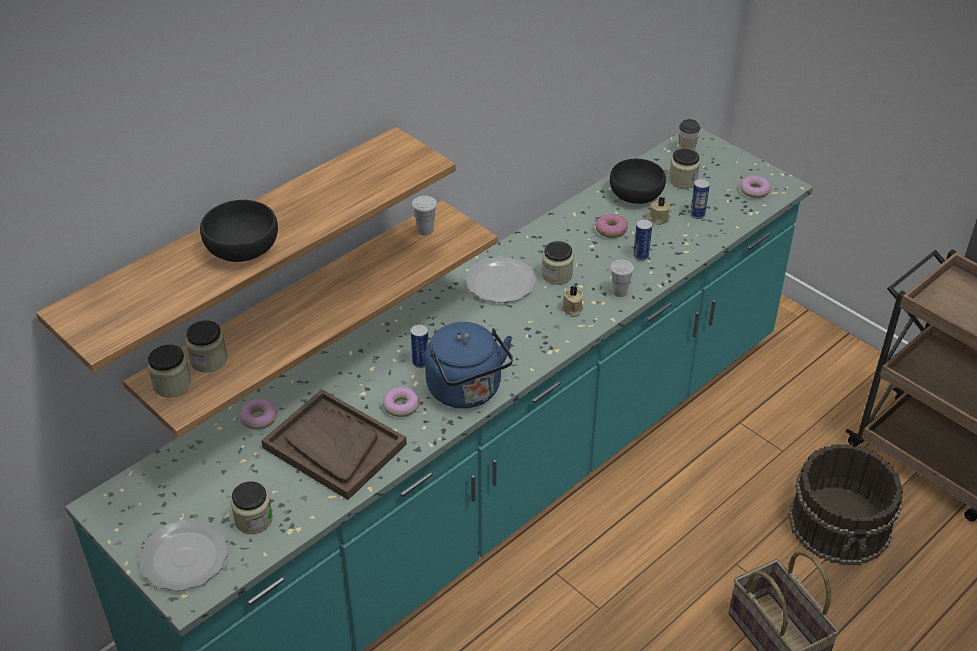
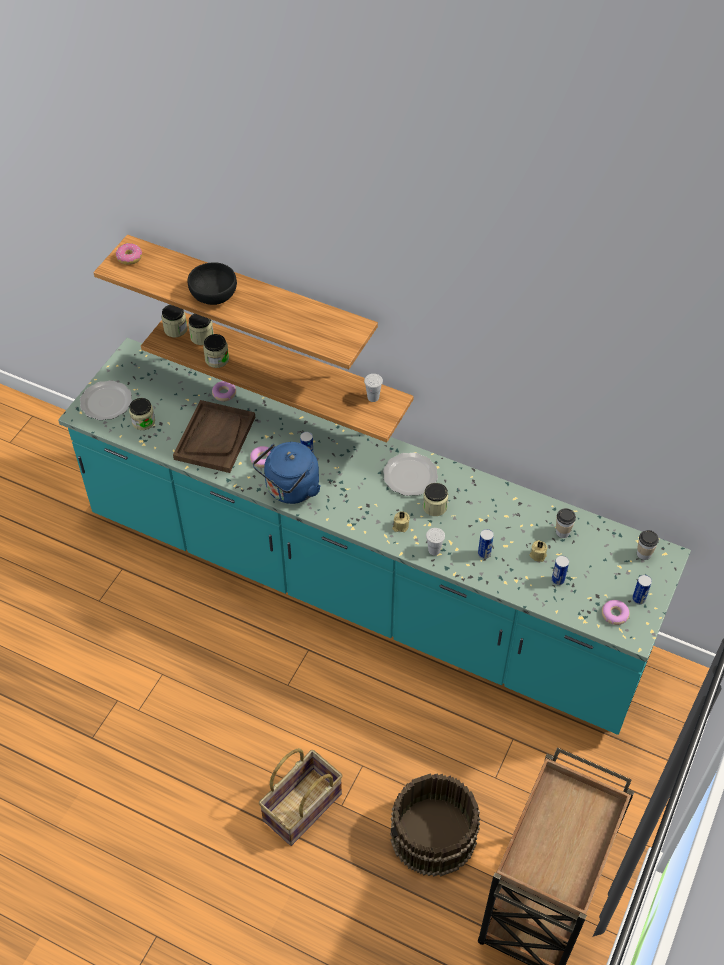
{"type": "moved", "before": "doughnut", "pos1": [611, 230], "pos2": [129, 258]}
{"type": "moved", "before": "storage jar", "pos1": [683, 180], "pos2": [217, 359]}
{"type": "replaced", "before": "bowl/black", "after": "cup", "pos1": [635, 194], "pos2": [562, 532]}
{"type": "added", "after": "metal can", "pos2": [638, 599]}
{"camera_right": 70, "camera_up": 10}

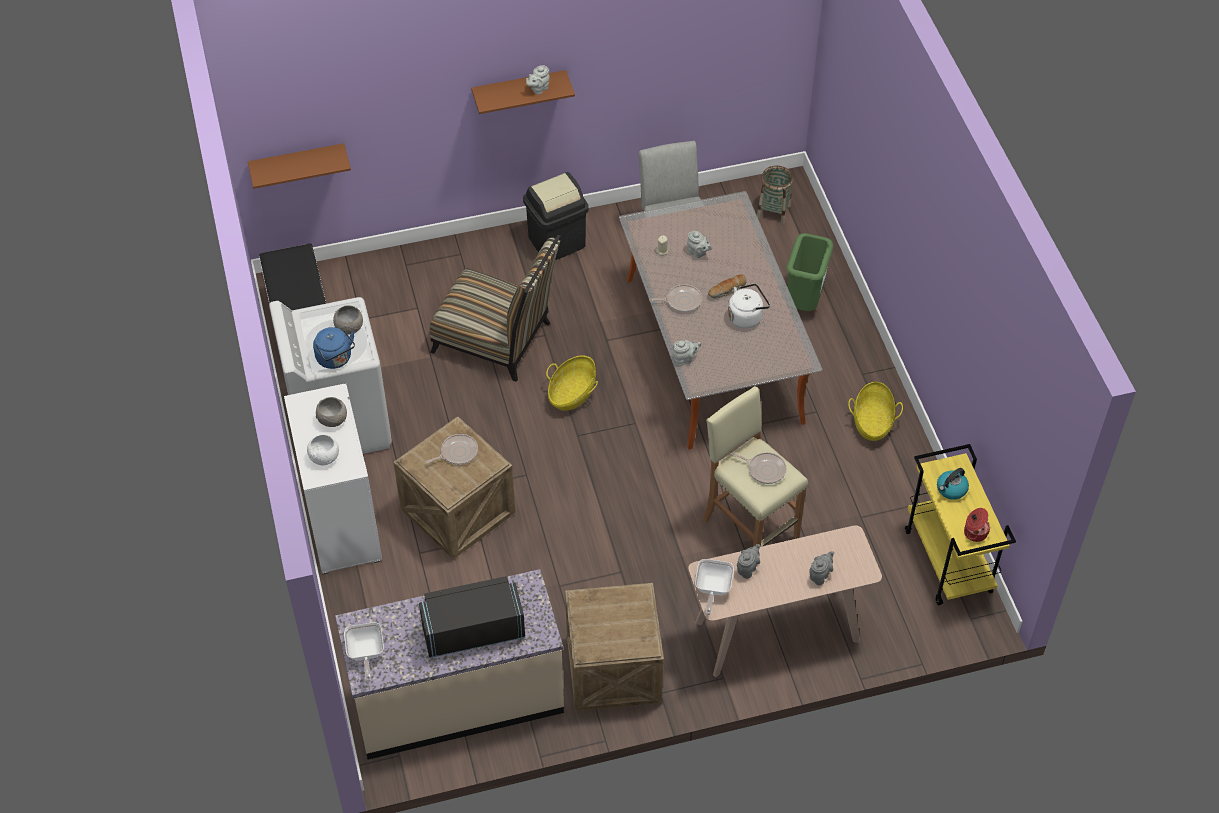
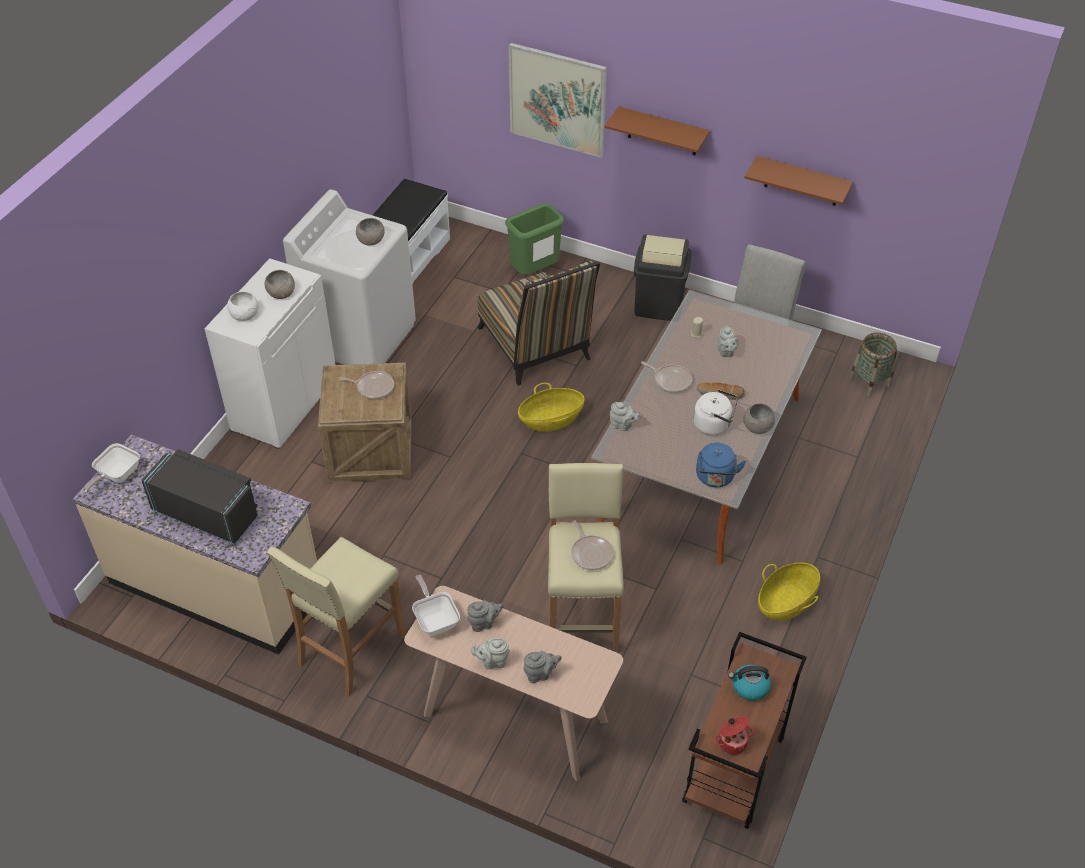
{"type": "replaced", "before": "shipping crate", "after": "stool/beige-coloured", "pos1": [612, 671], "pos2": [350, 650]}
{"type": "turned", "before": "skillet", "pos1": [712, 589], "pos2": [435, 619], "turn": 105}
{"type": "moved", "before": "pot for tea/gray", "pos1": [538, 89], "pos2": [492, 661]}
{"type": "moved", "before": "waste bin/greenish", "pos1": [805, 303], "pos2": [535, 273]}
{"type": "added", "after": "wall picture", "pos2": [557, 99]}
{"type": "recoloured", "before": "cart/yellow-coloured", "after": "cart/brown-coloured", "pos1": [949, 562], "pos2": [734, 771]}
{"type": "moved", "before": "tea kettle/bluish", "pos1": [335, 359], "pos2": [715, 478]}
{"type": "added", "after": "bowl/gray", "pos2": [757, 427]}
{"type": "moved", "before": "shelf/brown-coloured", "pos1": [298, 163], "pos2": [802, 182]}
{"camera_right": 40, "camera_up": -5}

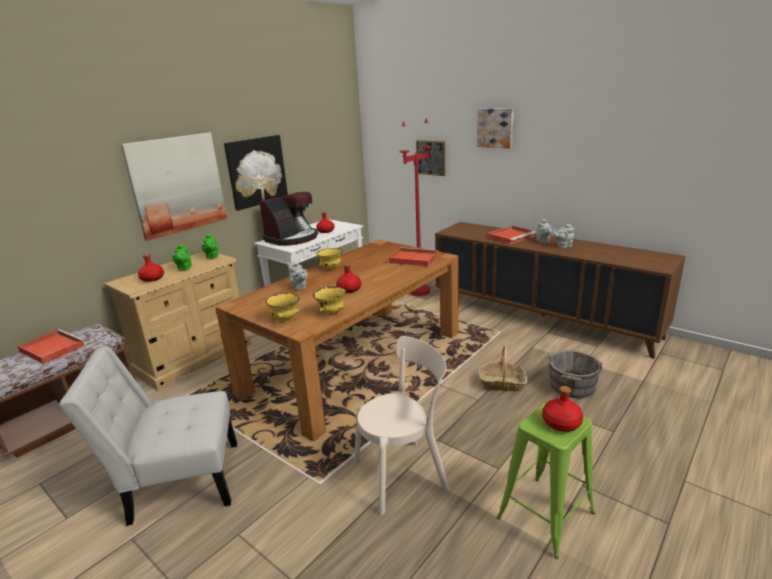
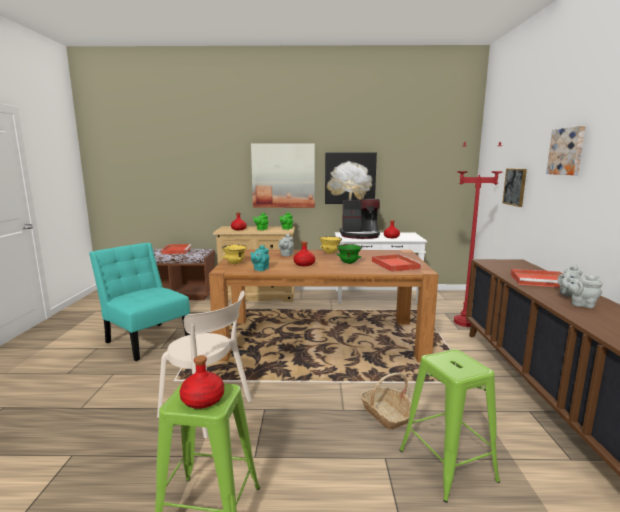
{"type": "recoloured", "before": "chair/white", "after": "chair/turquoise-coloured", "pos1": [178, 482], "pos2": [146, 339]}
{"type": "replaced", "before": "bowl/yellow-coloured", "after": "pot for tea/turquoise-coloured", "pos1": [331, 312], "pos2": [260, 269]}
{"type": "added", "after": "bowl/greenish", "pos2": [348, 263]}
{"type": "replaced", "before": "water bucket/gray", "after": "stool/greenish", "pos1": [572, 387], "pos2": [446, 464]}
{"camera_right": 50, "camera_up": -10}

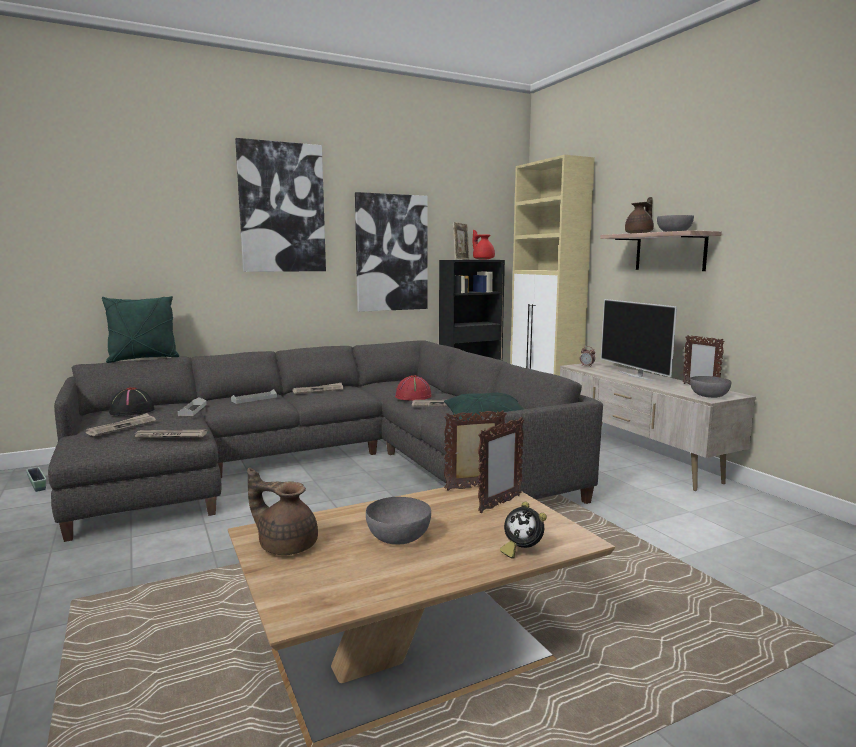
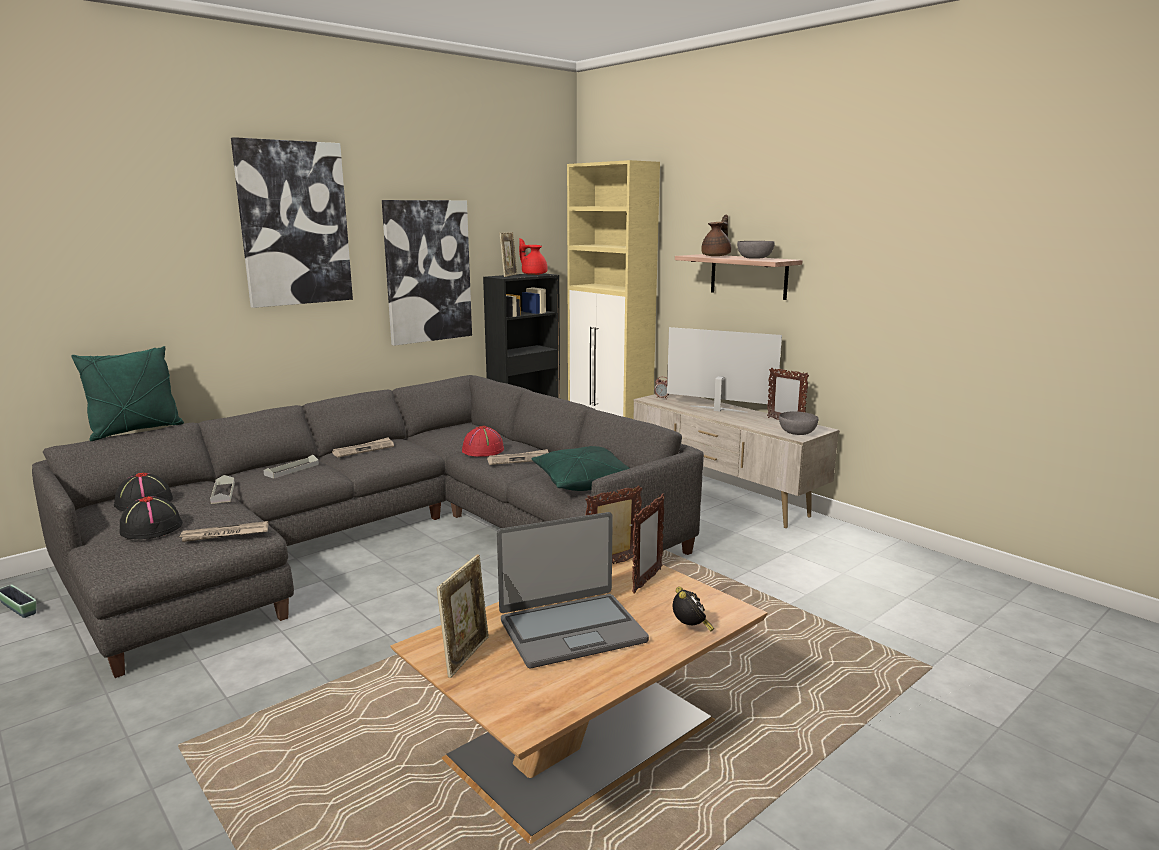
{"type": "replaced", "before": "daily paper", "after": "clothing hat/black", "pos1": [122, 427], "pos2": [151, 528]}
{"type": "replaced", "before": "pot for tea/brown-coloured", "after": "photo frame", "pos1": [286, 545], "pos2": [466, 655]}
{"type": "replaced", "before": "bowl/gray", "after": "laptop", "pos1": [399, 537], "pos2": [571, 630]}
{"type": "turned", "before": "TV", "pos1": [636, 376], "pos2": [718, 409], "turn": 150}
{"type": "turned", "before": "table clock", "pos1": [521, 551], "pos2": [690, 629], "turn": -120}
{"camera_right": -15, "camera_up": 5}

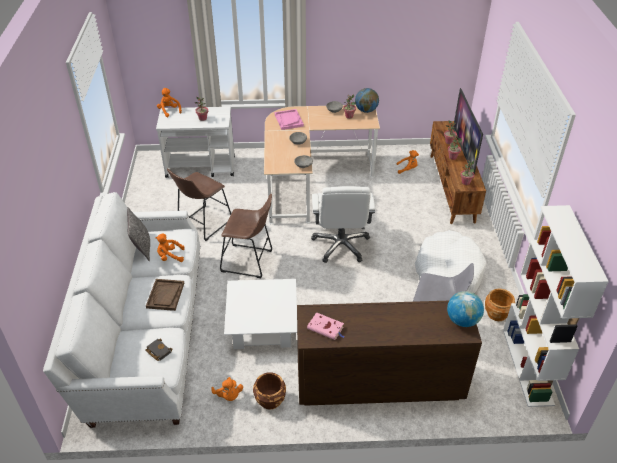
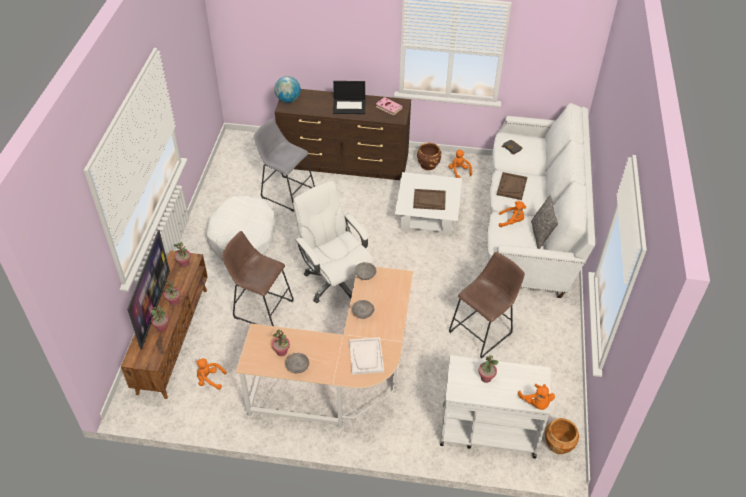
{"type": "moved", "before": "stool/brown-coloured", "pos1": [250, 262], "pos2": [260, 308]}
{"type": "turned", "before": "office chair/white", "pos1": [341, 245], "pos2": [334, 282], "turn": -45}
{"type": "added", "after": "laptop", "pos2": [349, 106]}
{"type": "recoloured", "before": "serving tray/pink-coloured", "after": "serving tray/white", "pos1": [288, 120], "pos2": [366, 357]}
{"type": "added", "after": "serving tray/brown-coloured", "pos2": [429, 200]}
{"type": "moved", "before": "planter/brown-coloured", "pos1": [497, 314], "pos2": [558, 444]}
{"type": "removed", "before": "desk globe", "pos1": [366, 110]}
{"type": "removed", "before": "bookshelf/white", "pos1": [528, 367]}
{"camera_right": -170, "camera_up": 5}

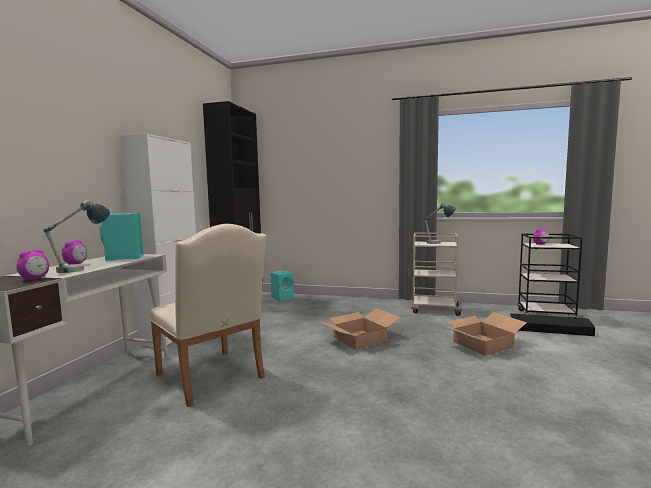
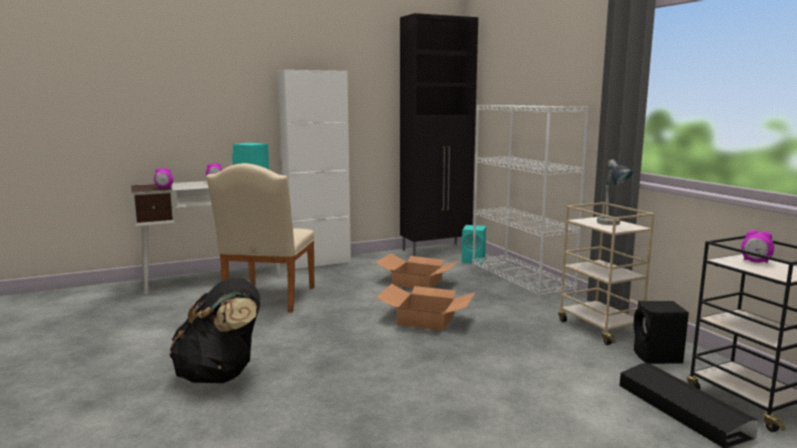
{"type": "added", "after": "backpack/black", "pos2": [221, 375]}
{"type": "moved", "before": "packing box", "pos1": [482, 344], "pos2": [418, 282]}
{"type": "added", "after": "bookshelf/white", "pos2": [521, 281]}
{"type": "added", "after": "audio speaker/black", "pos2": [657, 357]}
{"type": "removed", "before": "table lamp", "pos1": [82, 269]}
{"camera_right": 50, "camera_up": 5}

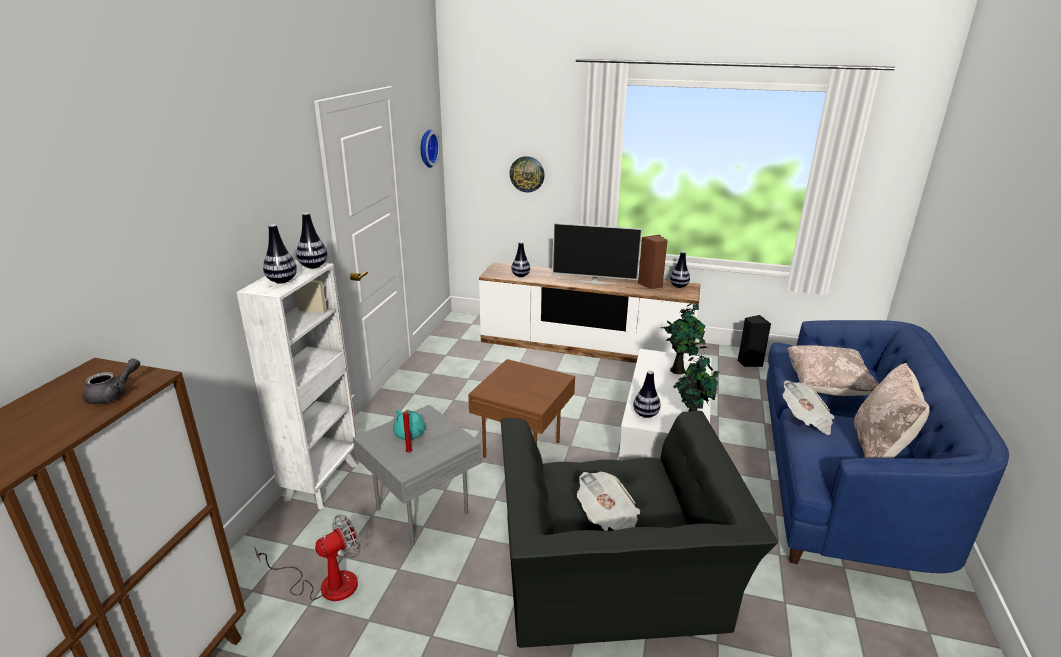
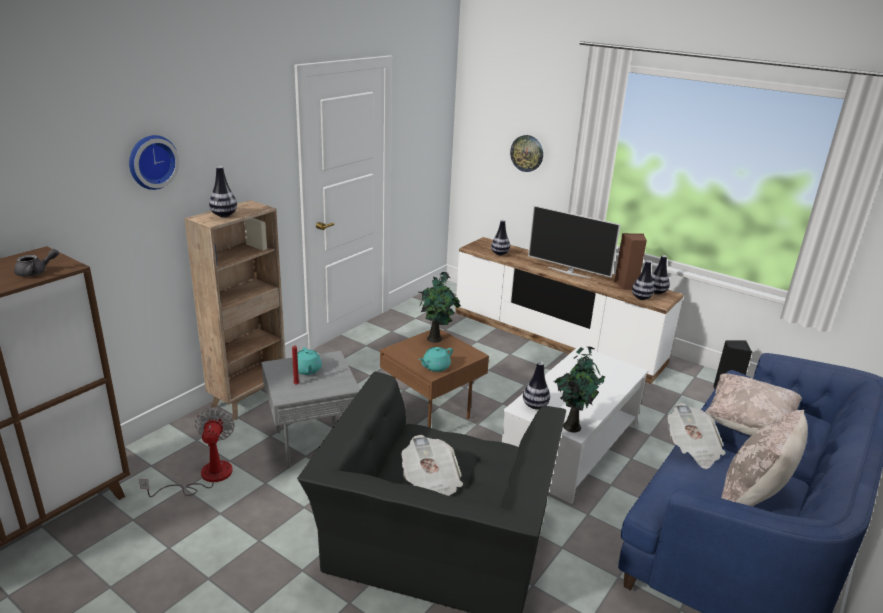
{"type": "moved", "before": "wall clock", "pos1": [426, 148], "pos2": [151, 161]}
{"type": "turned", "before": "fan", "pos1": [326, 584], "pos2": [205, 477], "turn": -75}
{"type": "recoloured", "before": "bookshelf/white", "after": "bookshelf/brown-coloured", "pos1": [323, 481], "pos2": [249, 398]}
{"type": "moved", "before": "houseplant", "pos1": [679, 370], "pos2": [436, 339]}
{"type": "added", "after": "pot for tea/turquoise-coloured", "pos2": [435, 367]}
{"type": "moved", "before": "flower vase", "pos1": [313, 266], "pos2": [641, 298]}
{"camera_right": 20, "camera_up": 0}

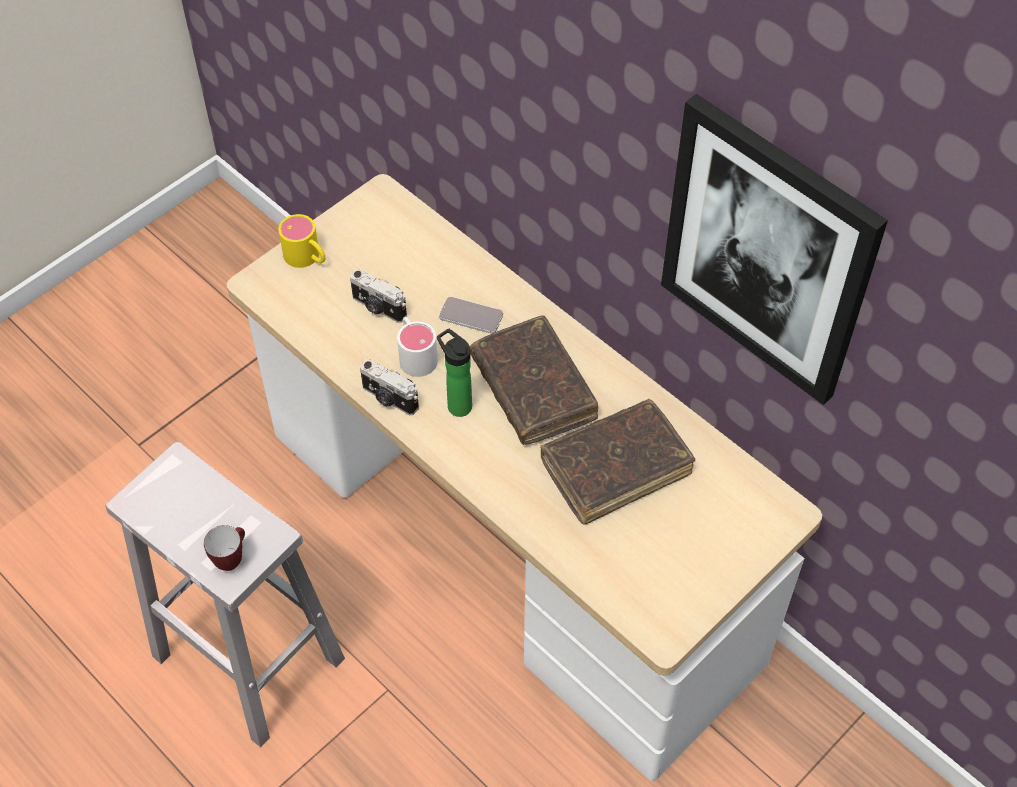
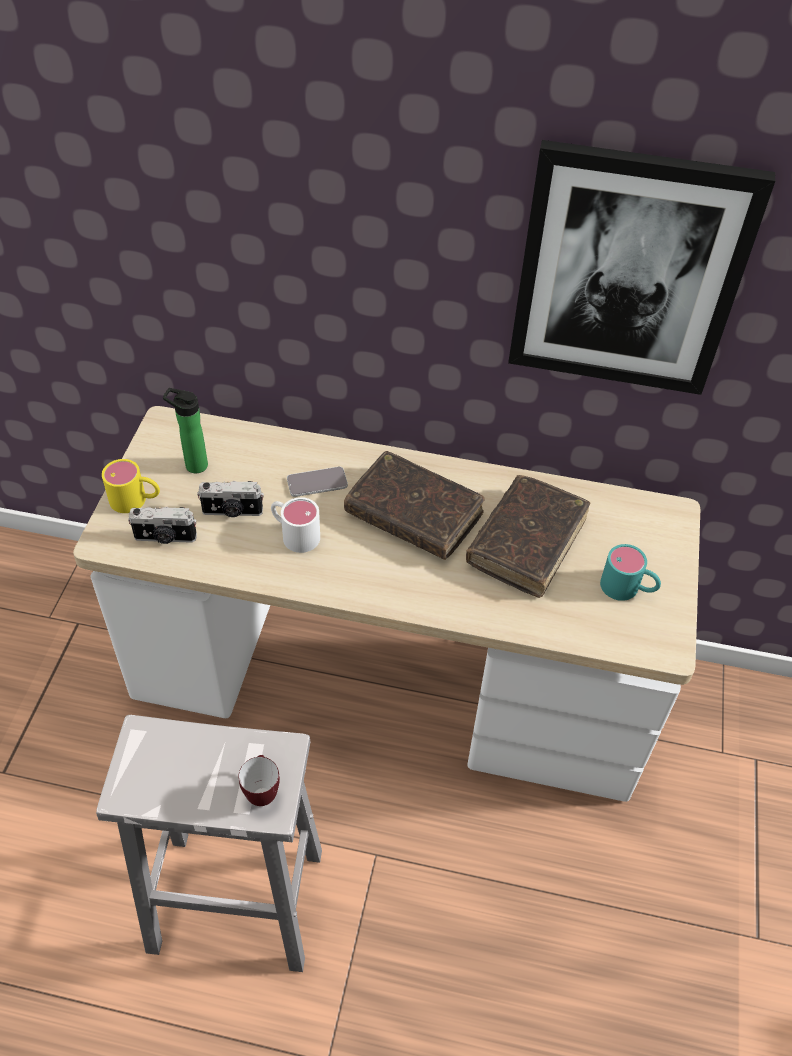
{"type": "moved", "before": "photo camera", "pos1": [389, 399], "pos2": [165, 538]}
{"type": "moved", "before": "bottle", "pos1": [457, 404], "pos2": [193, 465]}
{"type": "added", "after": "mug/turquoise-coloured", "pos2": [628, 588]}
{"camera_right": -35, "camera_up": -5}

